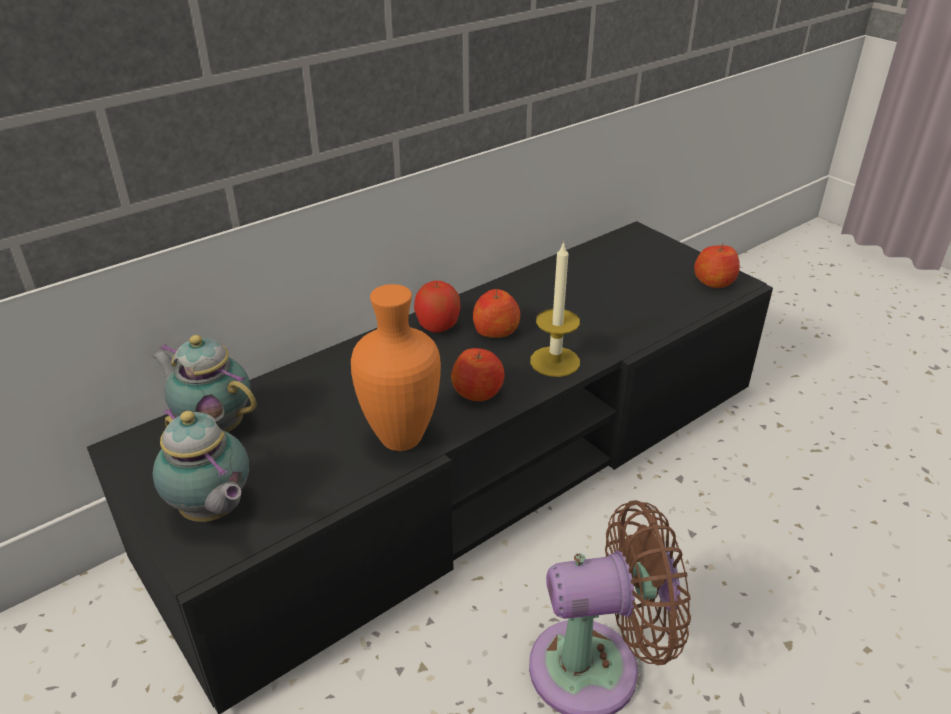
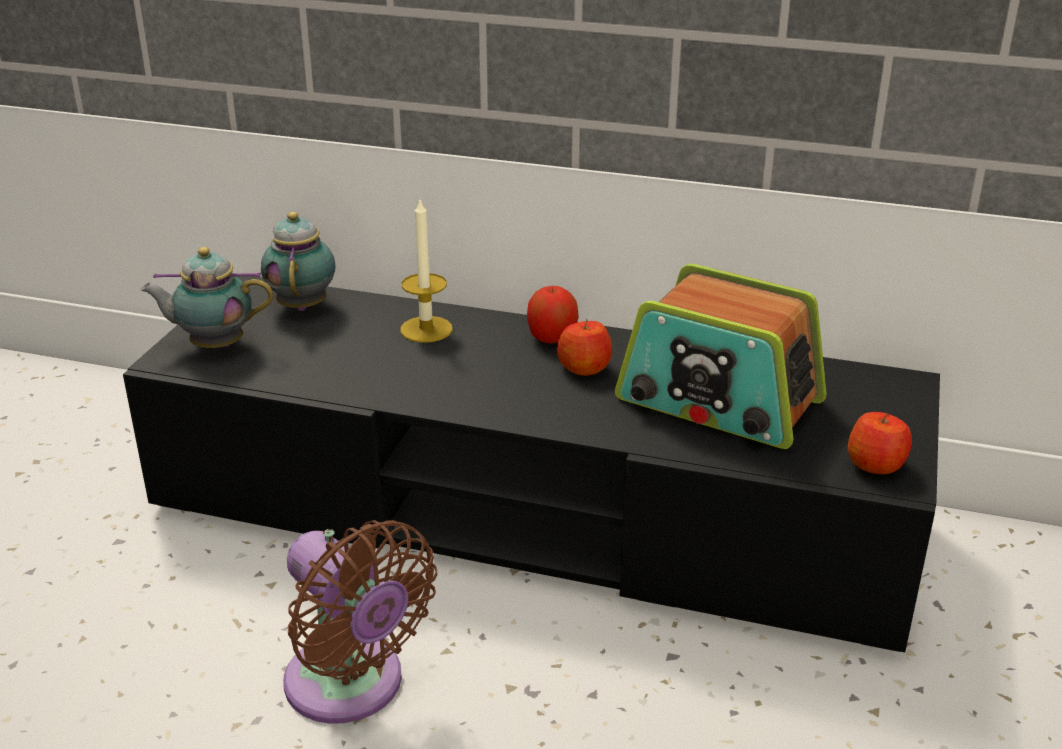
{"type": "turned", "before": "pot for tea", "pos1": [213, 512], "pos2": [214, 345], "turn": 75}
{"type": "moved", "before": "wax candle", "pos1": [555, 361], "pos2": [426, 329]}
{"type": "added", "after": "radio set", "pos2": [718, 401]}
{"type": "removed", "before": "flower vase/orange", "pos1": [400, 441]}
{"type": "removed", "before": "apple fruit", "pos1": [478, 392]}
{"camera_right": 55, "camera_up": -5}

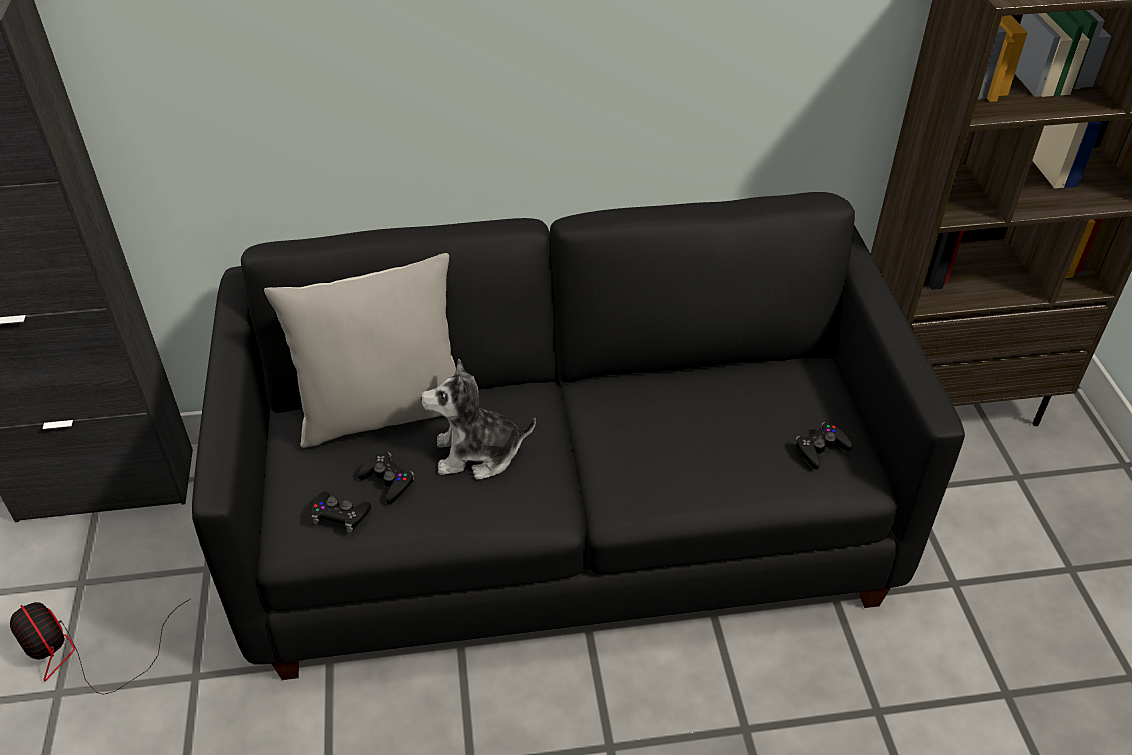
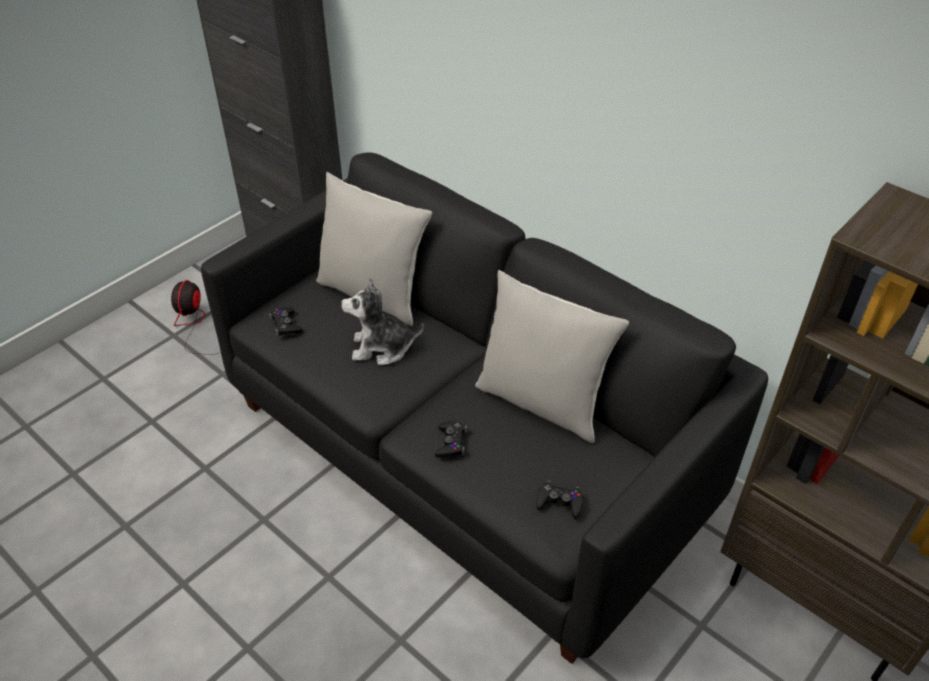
{"type": "turned", "before": "plush toy", "pos1": [478, 454], "pos2": [382, 348], "turn": -45}
{"type": "moved", "before": "joypad/black", "pos1": [387, 481], "pos2": [451, 443]}
{"type": "added", "after": "throw pillow/gray", "pos2": [542, 402]}
{"camera_right": 50, "camera_up": 0}

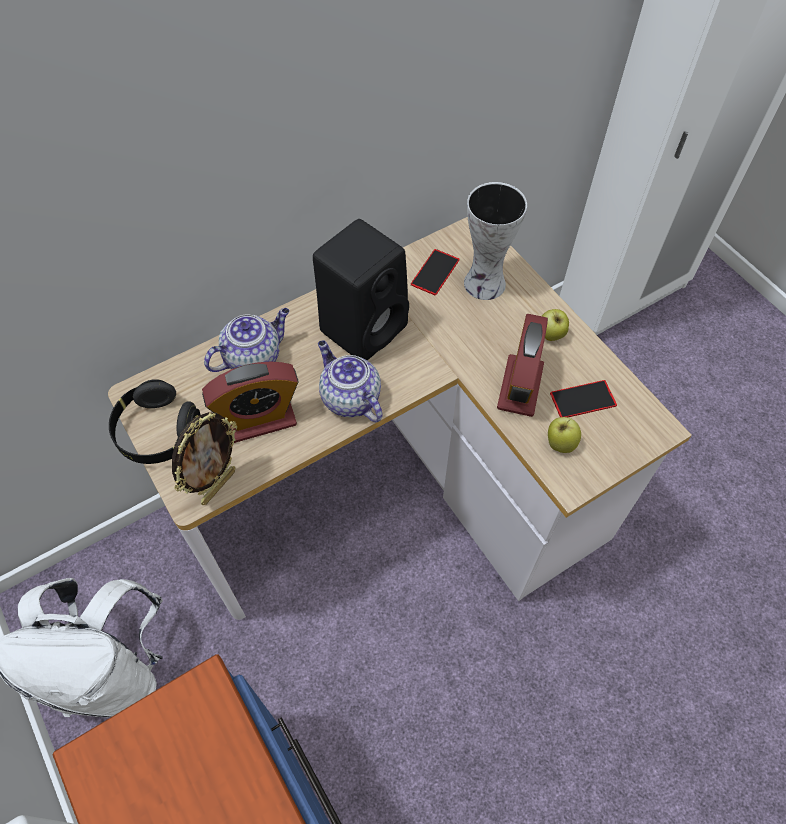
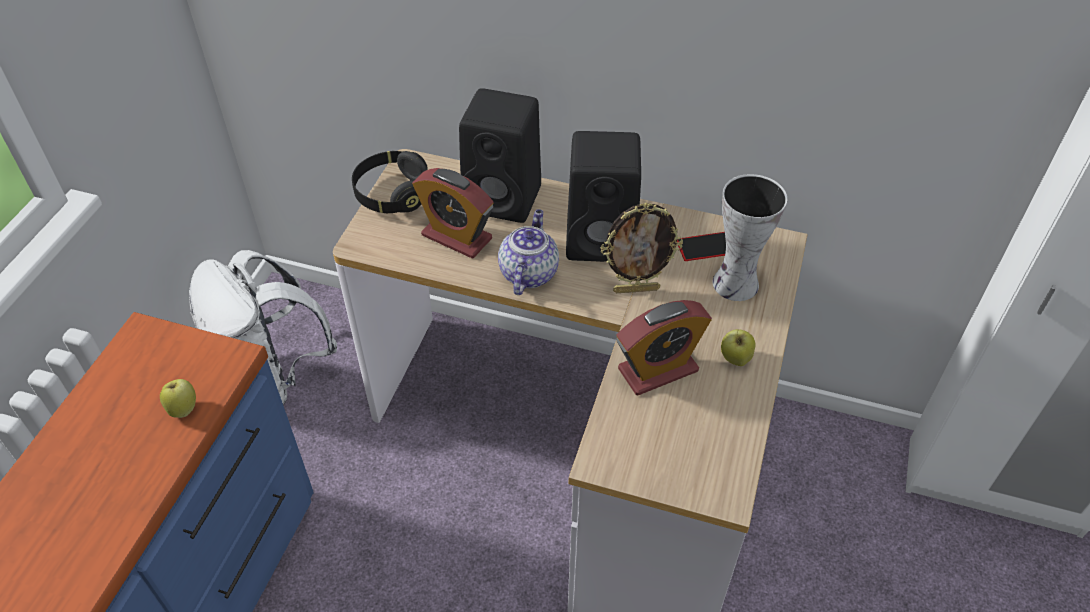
{"type": "moved", "before": "apple fruit", "pos1": [560, 443], "pos2": [183, 408]}
{"type": "replaced", "before": "pot for tea", "after": "audio speaker/black", "pos1": [253, 357], "pos2": [505, 199]}
{"type": "moved", "before": "photo frame", "pos1": [218, 486], "pos2": [636, 289]}
{"type": "removed", "before": "handset", "pos1": [583, 399]}
{"camera_right": 50, "camera_up": -10}

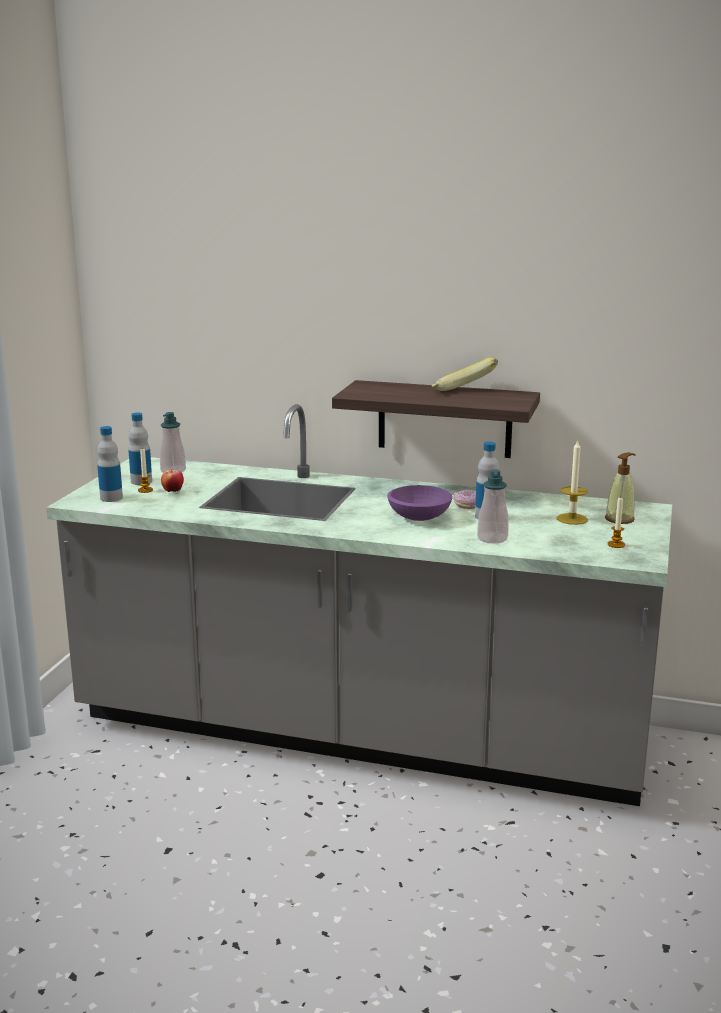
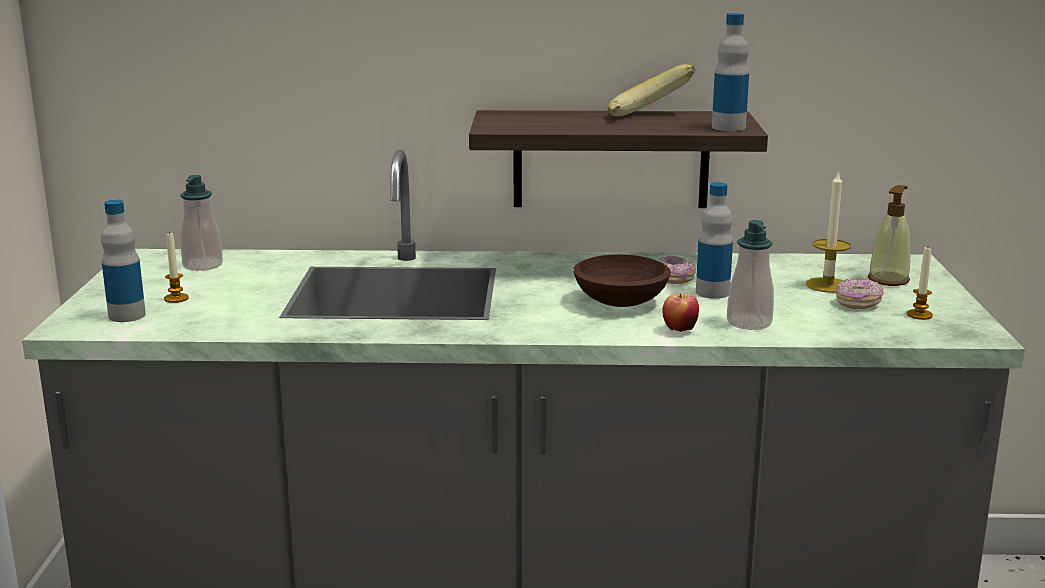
{"type": "recoloured", "before": "bowl/purple", "after": "bowl/brown-coloured", "pos1": [418, 517], "pos2": [619, 301]}
{"type": "moved", "before": "apple fruit", "pos1": [173, 492], "pos2": [680, 330]}
{"type": "moved", "before": "bottle", "pos1": [141, 481], "pos2": [728, 127]}
{"type": "added", "after": "doughnut", "pos2": [858, 304]}
{"camera_right": -15, "camera_up": 0}

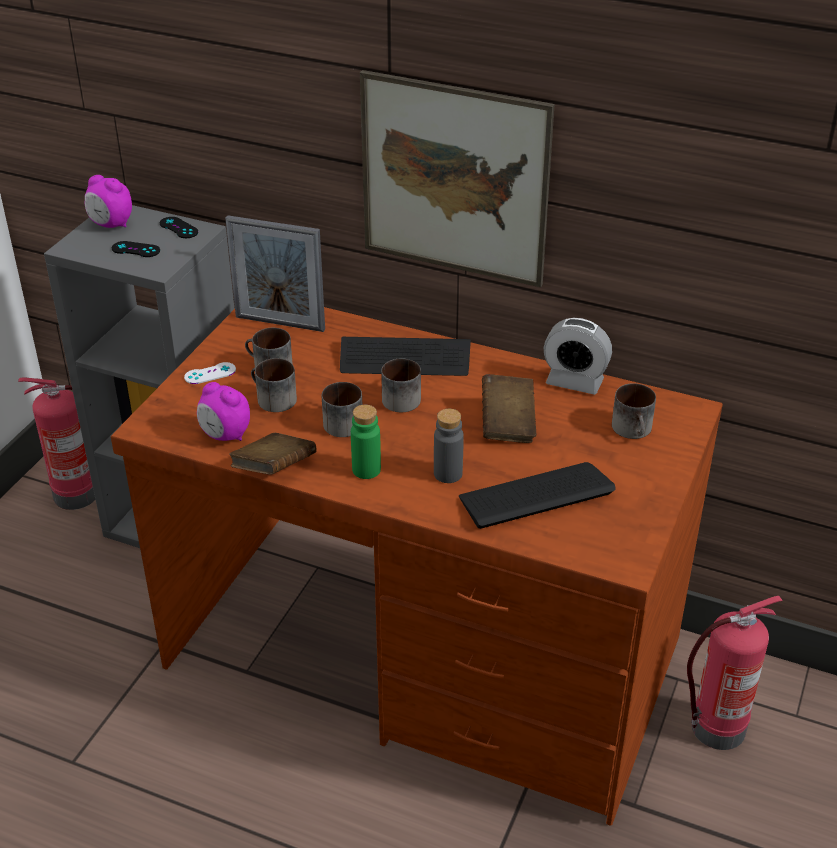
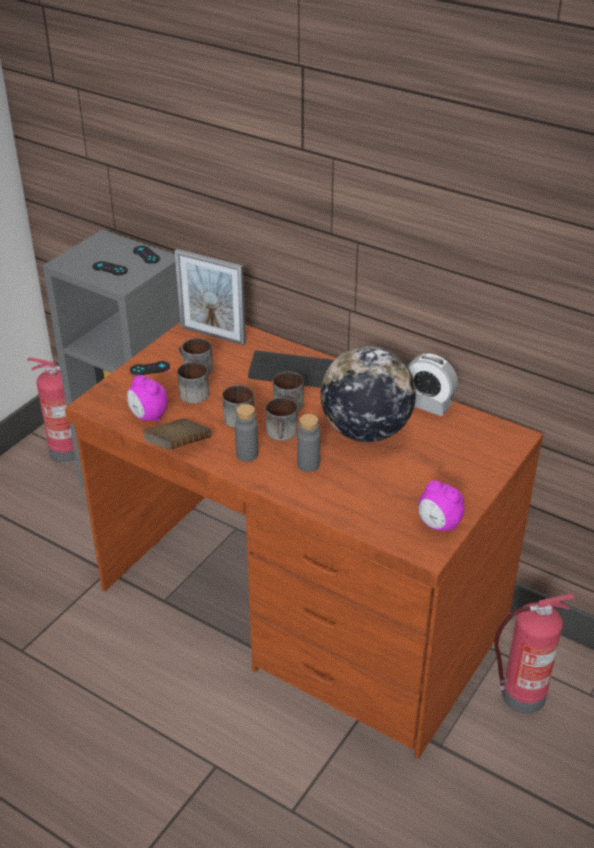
{"type": "recoloured", "before": "joypad/white", "after": "joypad/black", "pos1": [210, 373], "pos2": [150, 368]}
{"type": "recoloured", "before": "bottle/greenish", "after": "bottle/gray", "pos1": [366, 470], "pos2": [247, 454]}
{"type": "moved", "before": "mug", "pos1": [634, 430], "pos2": [283, 434]}
{"type": "replaced", "before": "volume/brown-coloured", "after": "desk globe", "pos1": [507, 424], "pos2": [365, 431]}
{"type": "moved", "before": "table clock", "pos1": [111, 225], "pos2": [438, 525]}
{"type": "removed", "before": "wall picture", "pos1": [454, 179]}
{"type": "removed", "before": "PC keyboard", "pos1": [535, 496]}
{"camera_right": 10, "camera_up": 0}

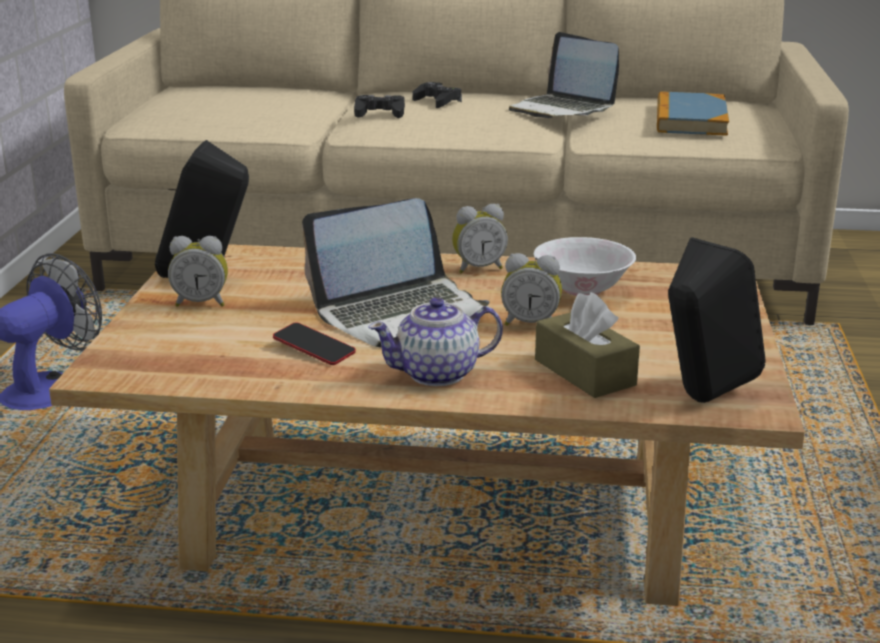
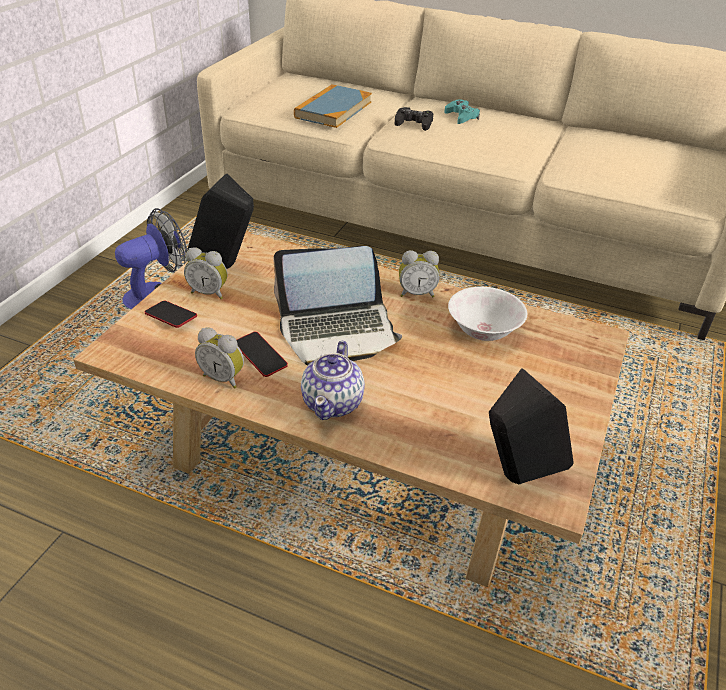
{"type": "added", "after": "handset", "pos2": [171, 317]}
{"type": "moved", "before": "table clock", "pos1": [530, 323], "pos2": [224, 378]}
{"type": "moved", "before": "volume", "pos1": [690, 119], "pos2": [333, 110]}
{"type": "turned", "before": "pot for tea", "pos1": [438, 374], "pos2": [333, 403], "turn": -75}
{"type": "recoloured", "before": "joypad/black", "after": "joypad/turquoise-coloured", "pos1": [437, 101], "pos2": [461, 117]}
{"type": "removed", "before": "laptop", "pos1": [562, 109]}
{"type": "removed", "before": "tissue holder/brown-coloured", "pos1": [584, 372]}
{"camera_right": 15, "camera_up": 15}

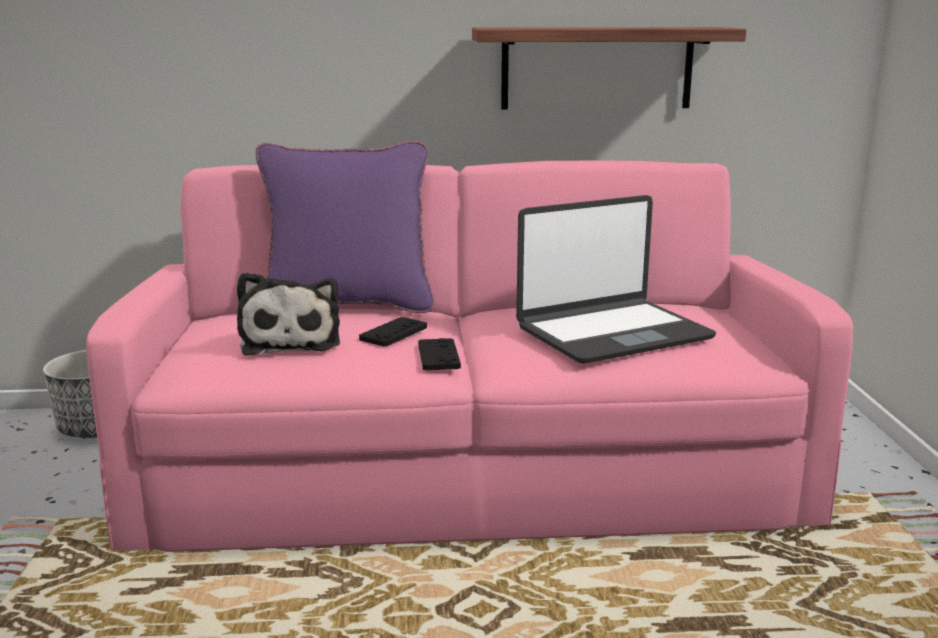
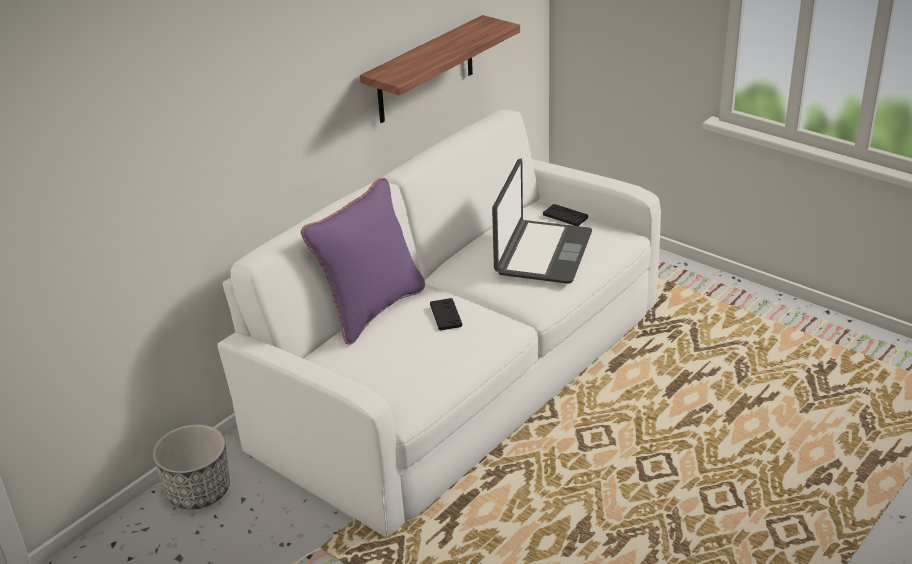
{"type": "recoloured", "before": "sofa/pink-coloured", "after": "sofa/white", "pos1": [470, 462], "pos2": [460, 368]}
{"type": "moved", "before": "joypad/black", "pos1": [438, 356], "pos2": [565, 216]}
{"type": "removed", "before": "plush toy", "pos1": [291, 341]}
{"camera_right": -45, "camera_up": 15}

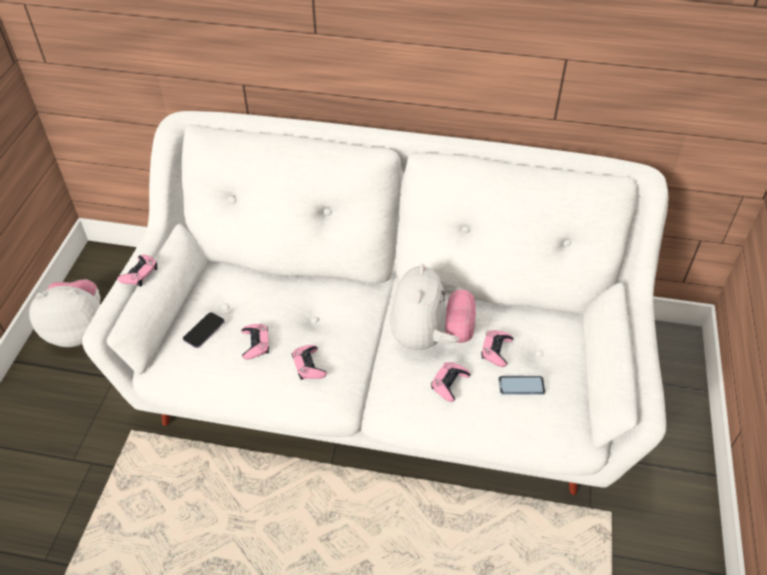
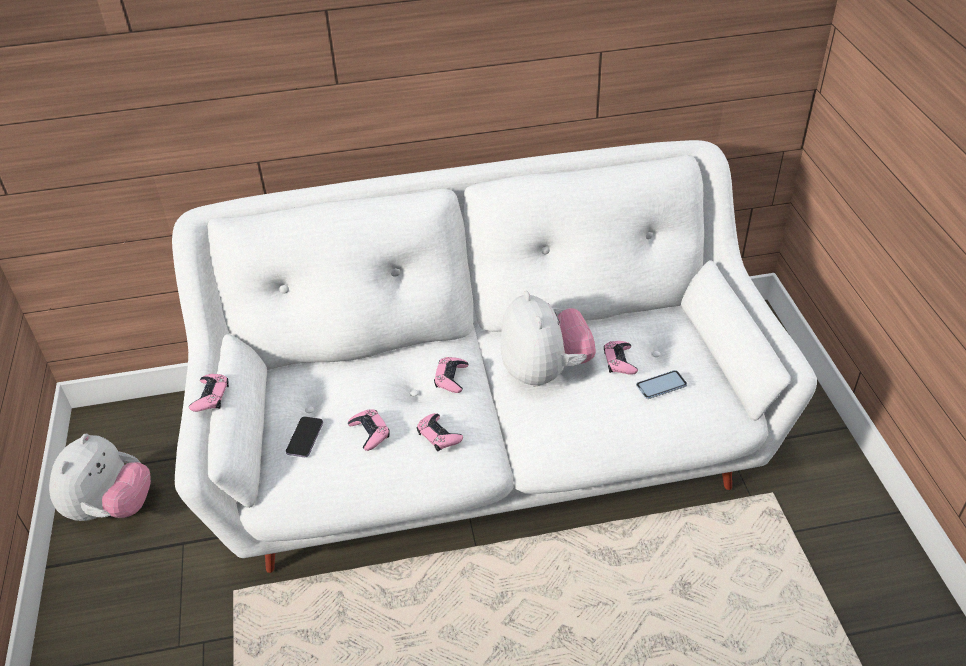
{"type": "turned", "before": "plush toy", "pos1": [78, 330], "pos2": [111, 508], "turn": 135}
{"type": "moved", "before": "joypad/pink-coloured", "pos1": [449, 383], "pos2": [451, 378]}
{"camera_right": -20, "camera_up": -5}

